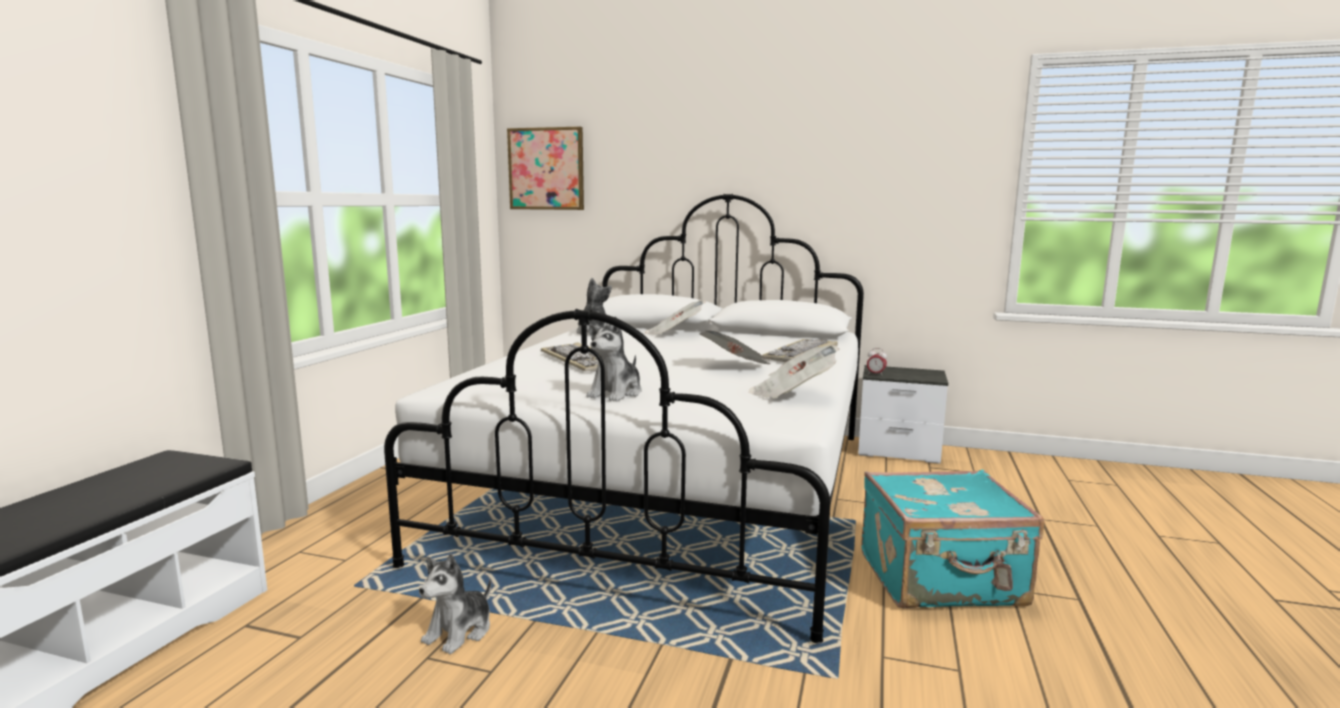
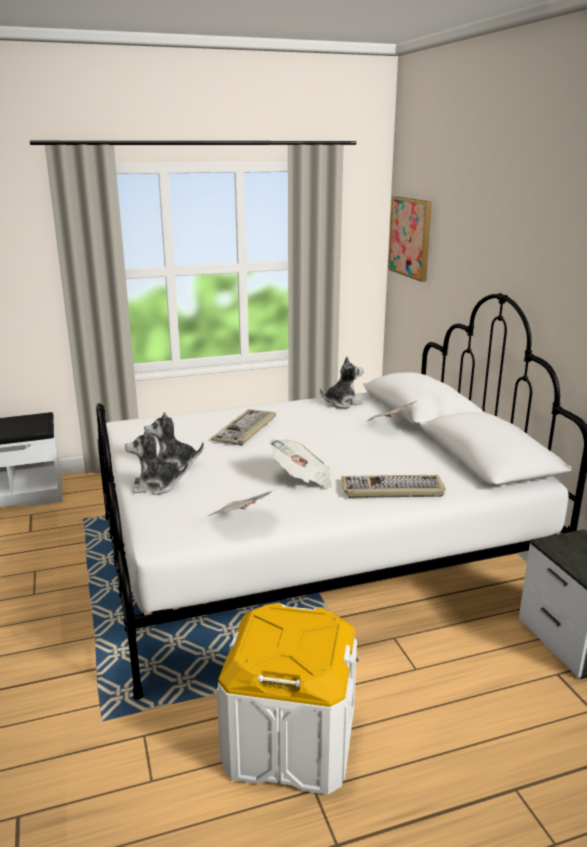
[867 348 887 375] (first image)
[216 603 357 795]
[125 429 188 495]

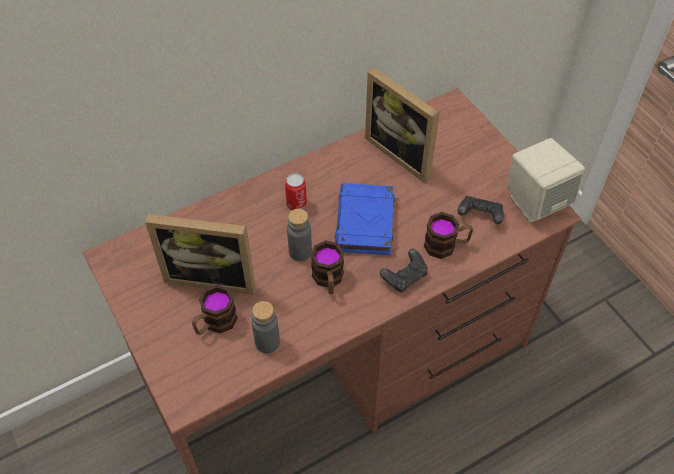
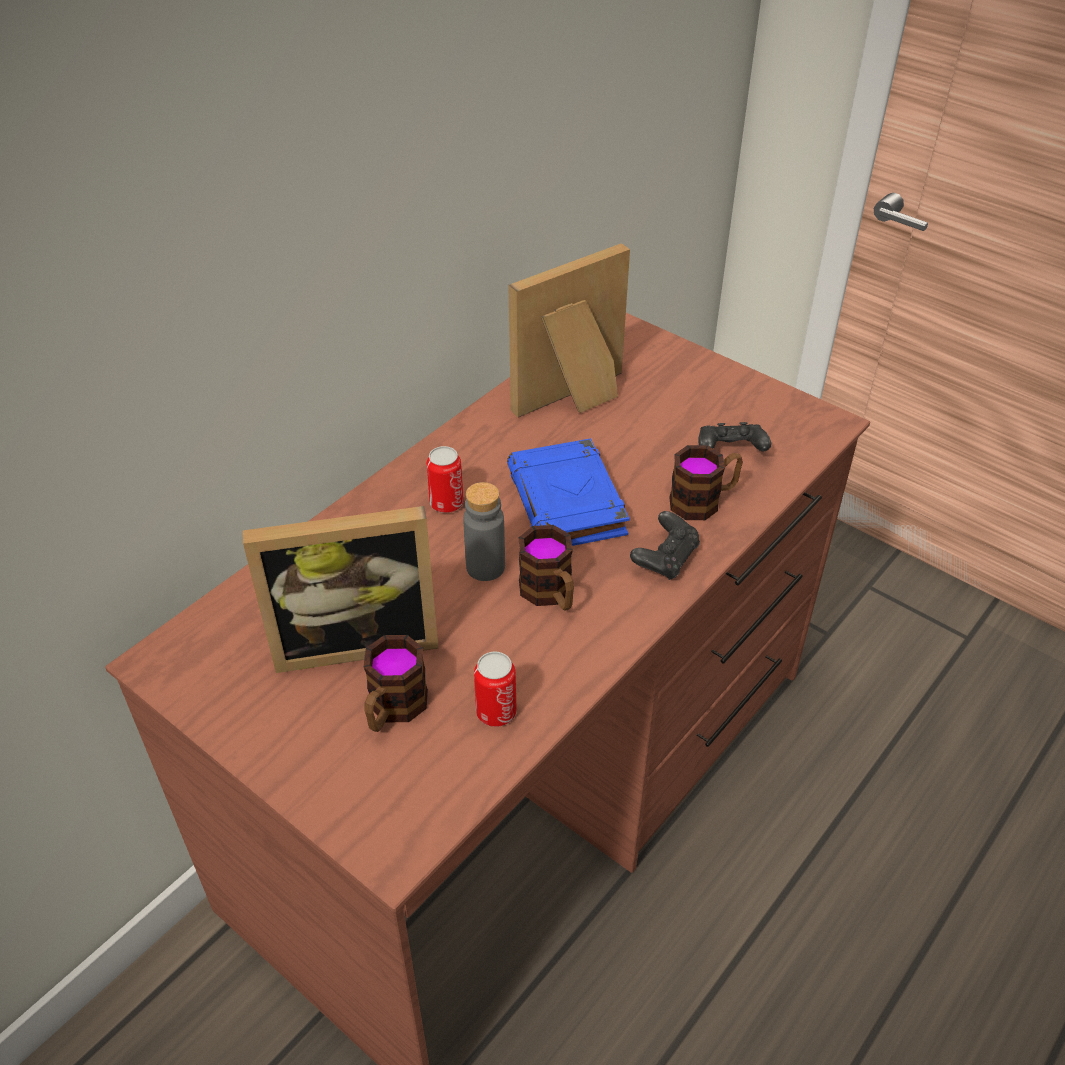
[508 243 630 417]
[507 138 585 223] (first image)
[474 652 517 727]

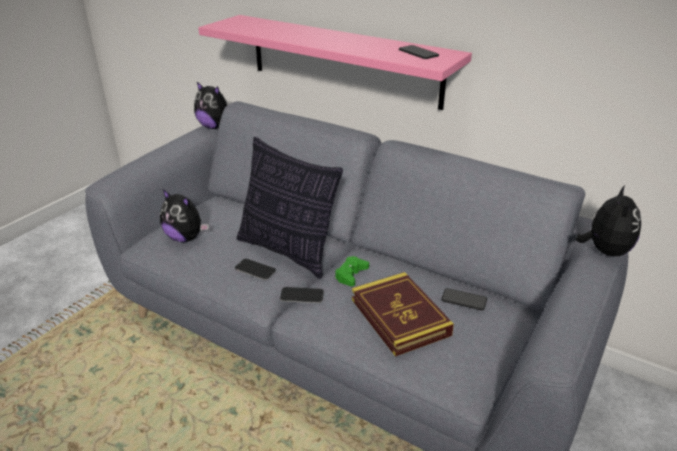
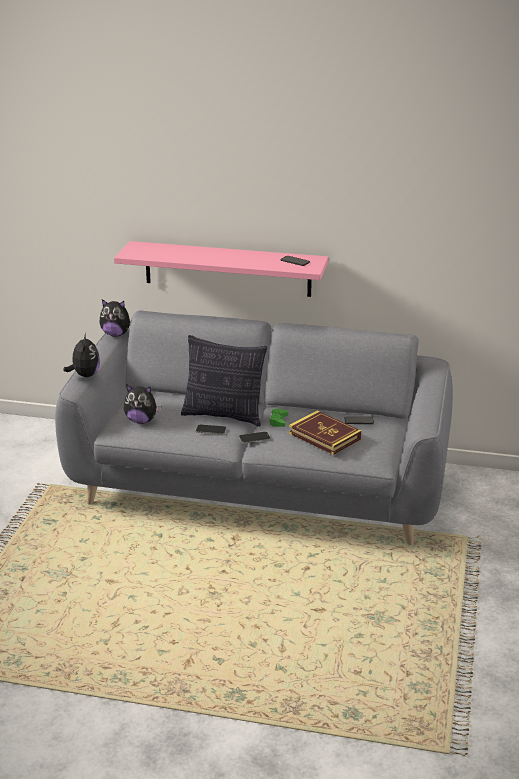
[63 333 100 377]

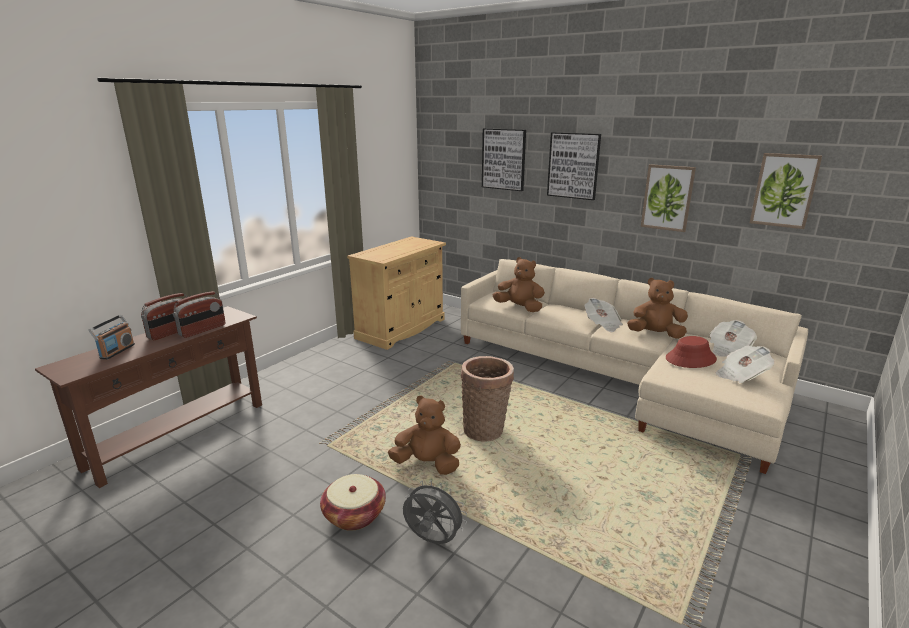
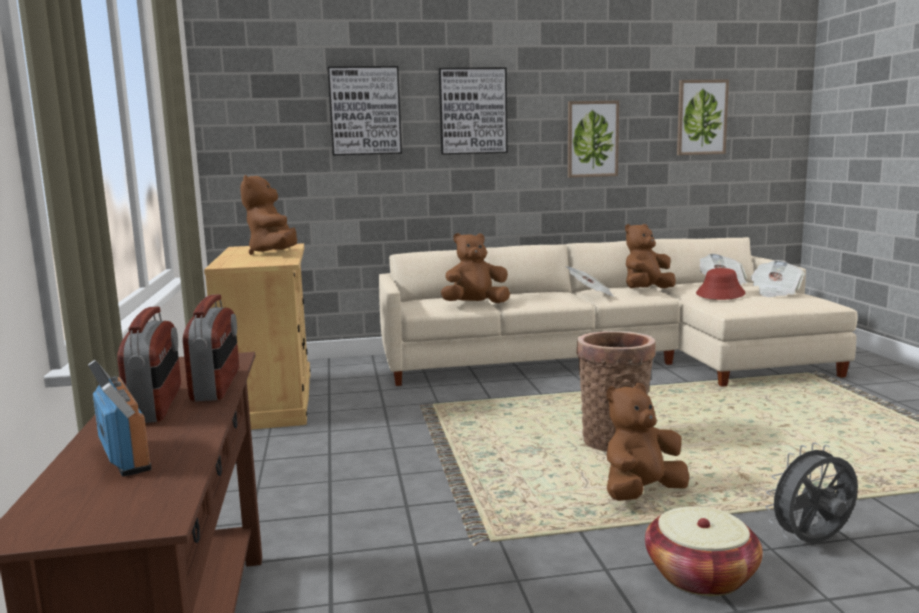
[240 175 297 255]

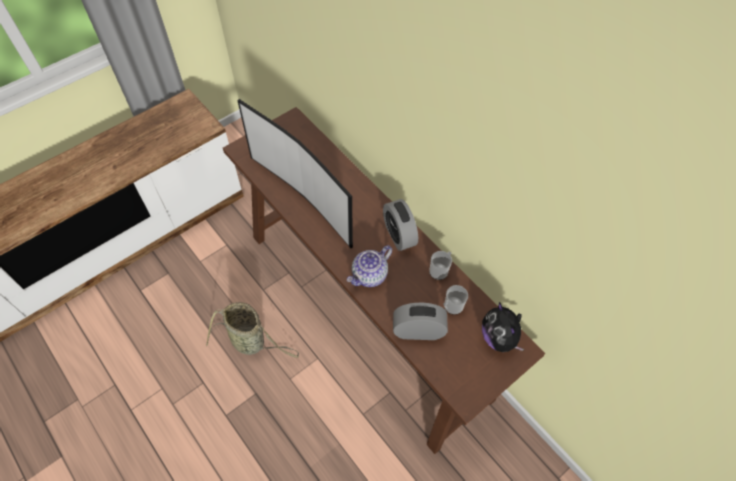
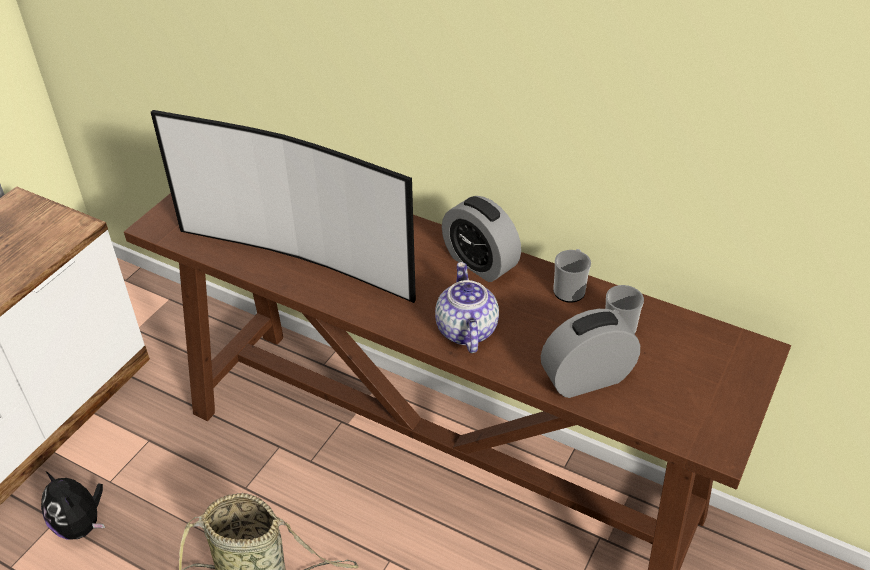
[435 262 499 353]
[41 471 105 540]

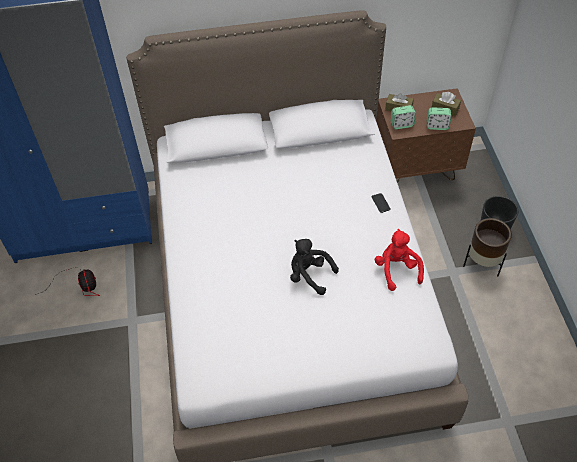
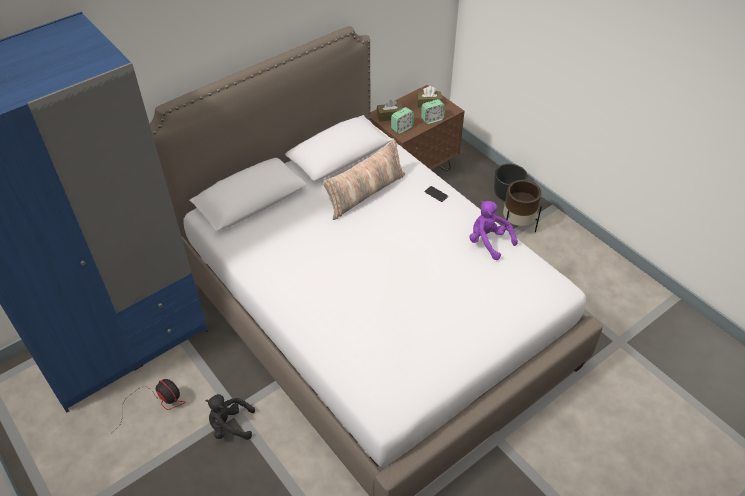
[469 201 518 260]
[205 394 255 440]
[323 139 405 220]

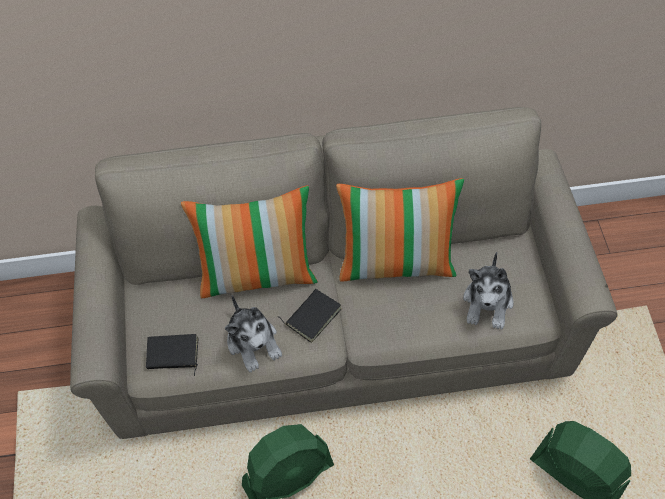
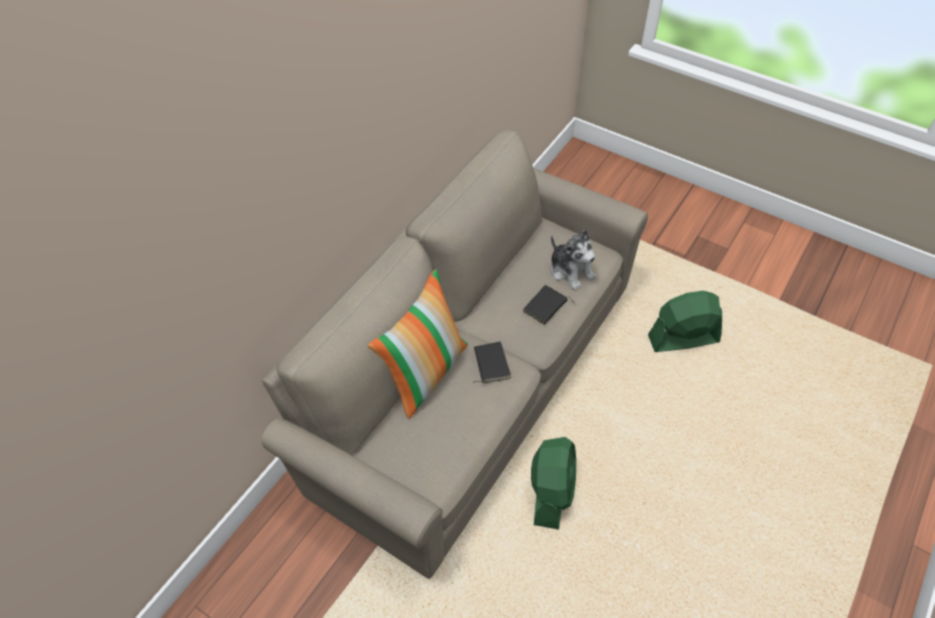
[336 178 464 282] (first image)
[225 295 282 372] (first image)
[523 285 575 325]

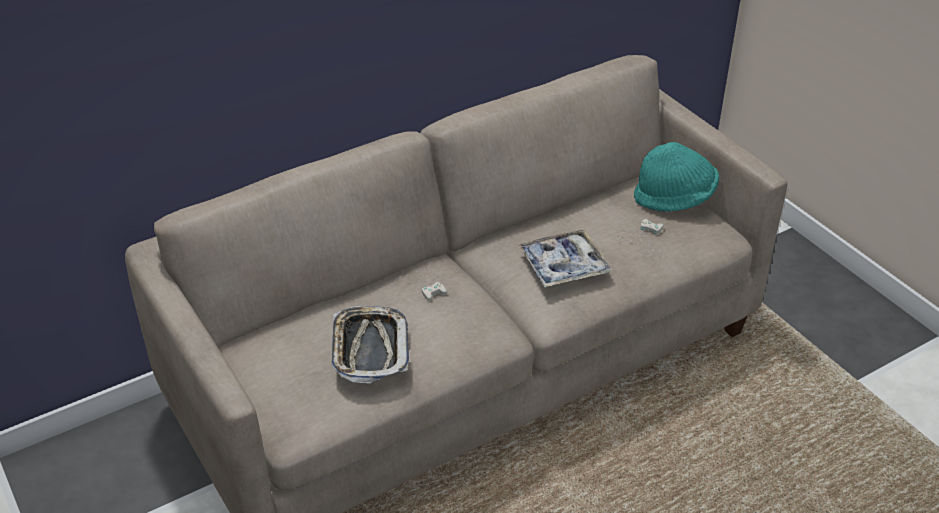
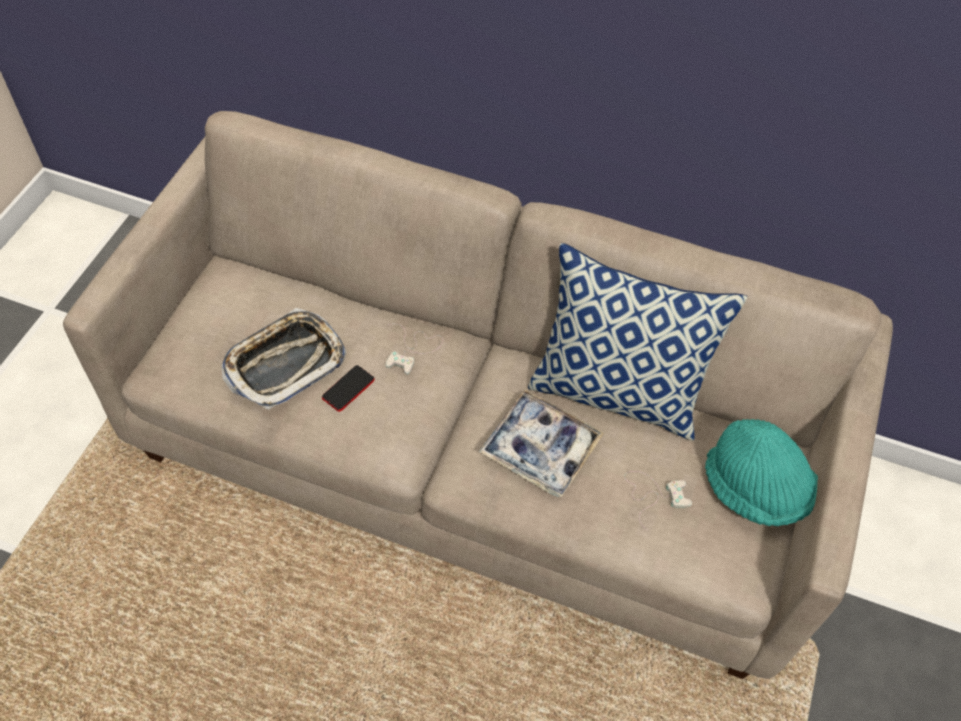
[528 243 747 441]
[322 365 374 412]

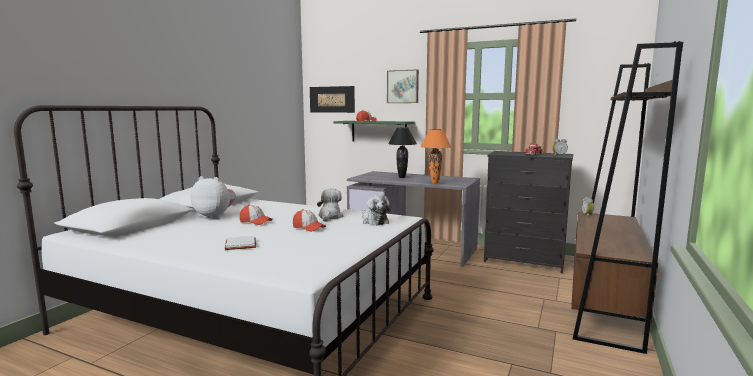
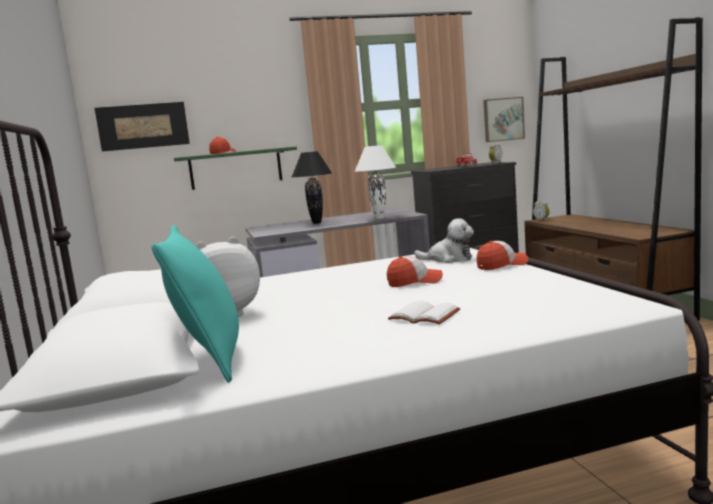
[483 97 525 142]
[355 145 396 219]
[317 189 344 222] (first image)
[476 241 529 270]
[151 225 239 383]

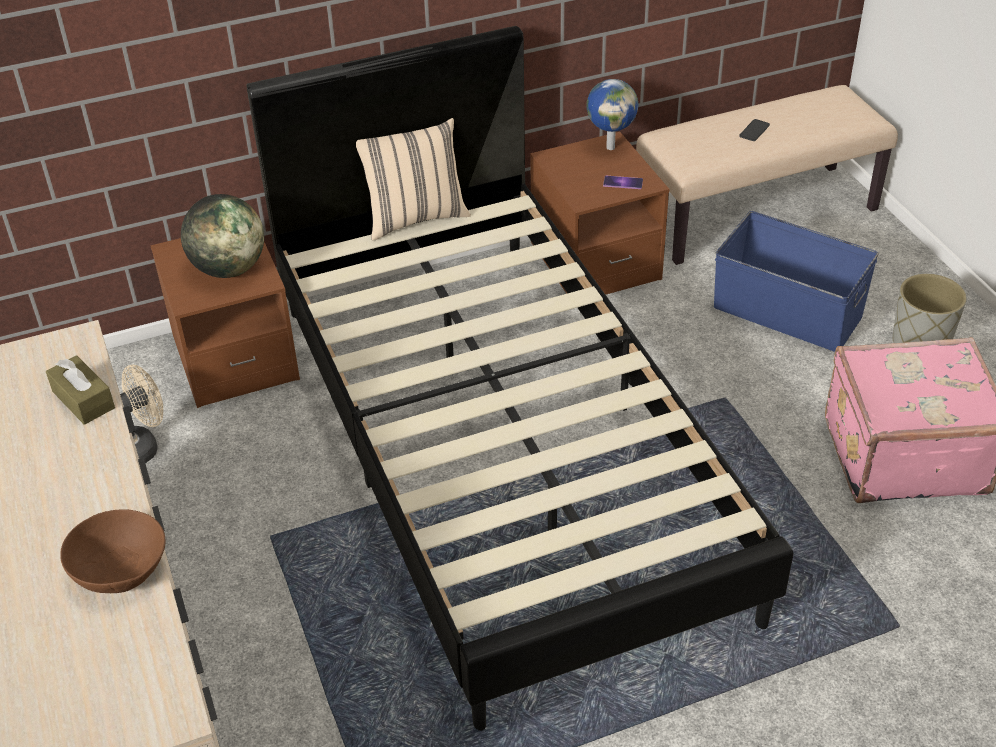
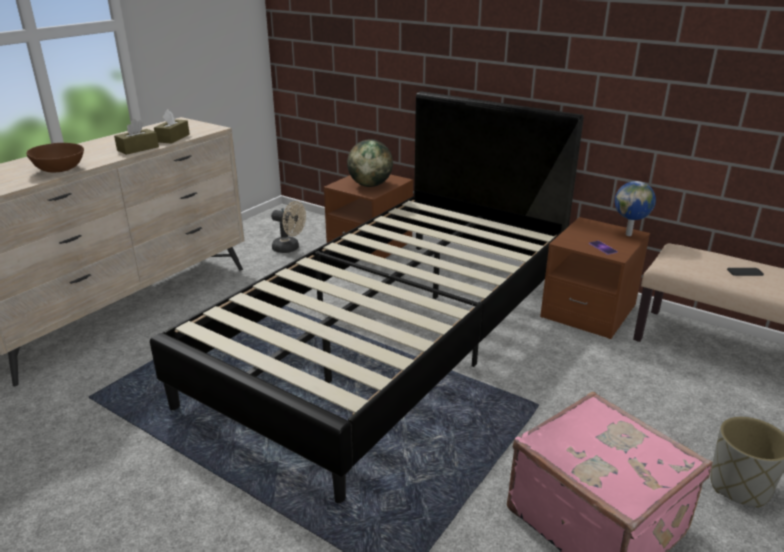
[356 118 471 241] (first image)
[714 211 879 352] (first image)
[114 119 159 155]

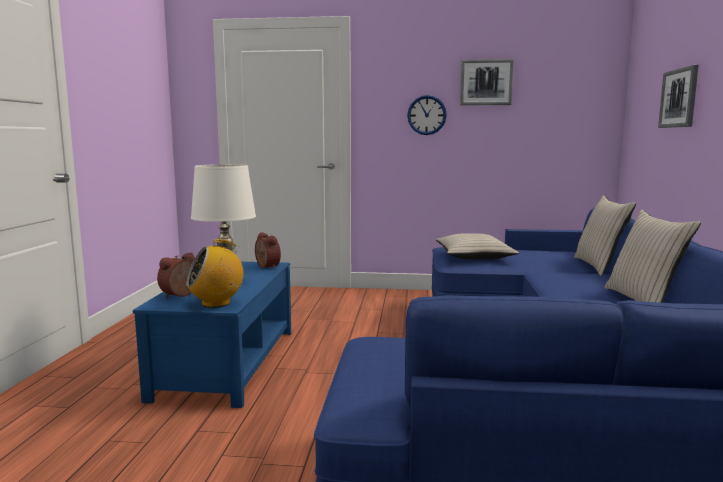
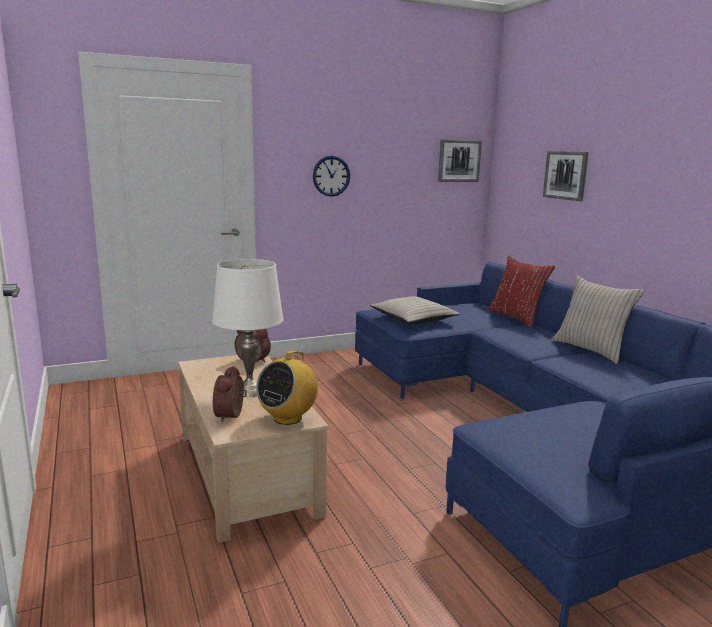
[438 140 482 182]
[488 256 555 328]
[178 355 328 543]

